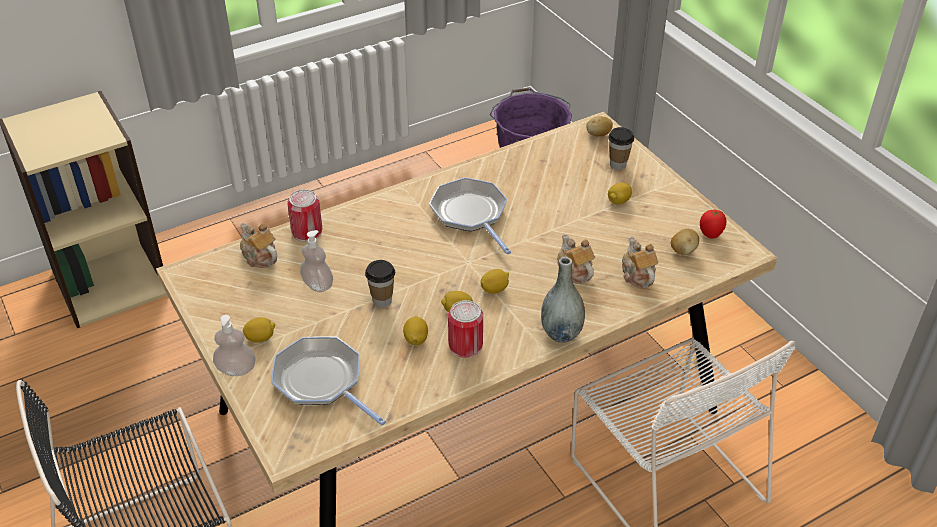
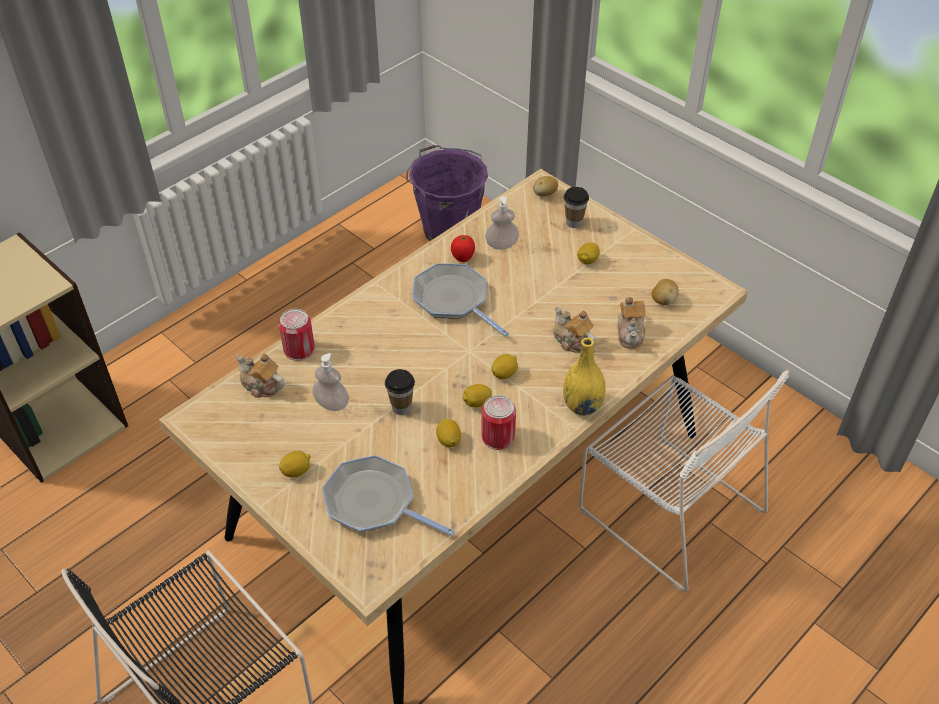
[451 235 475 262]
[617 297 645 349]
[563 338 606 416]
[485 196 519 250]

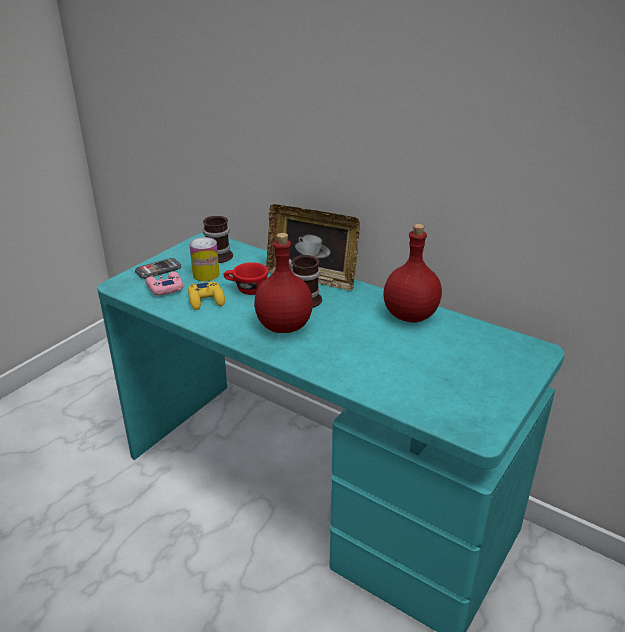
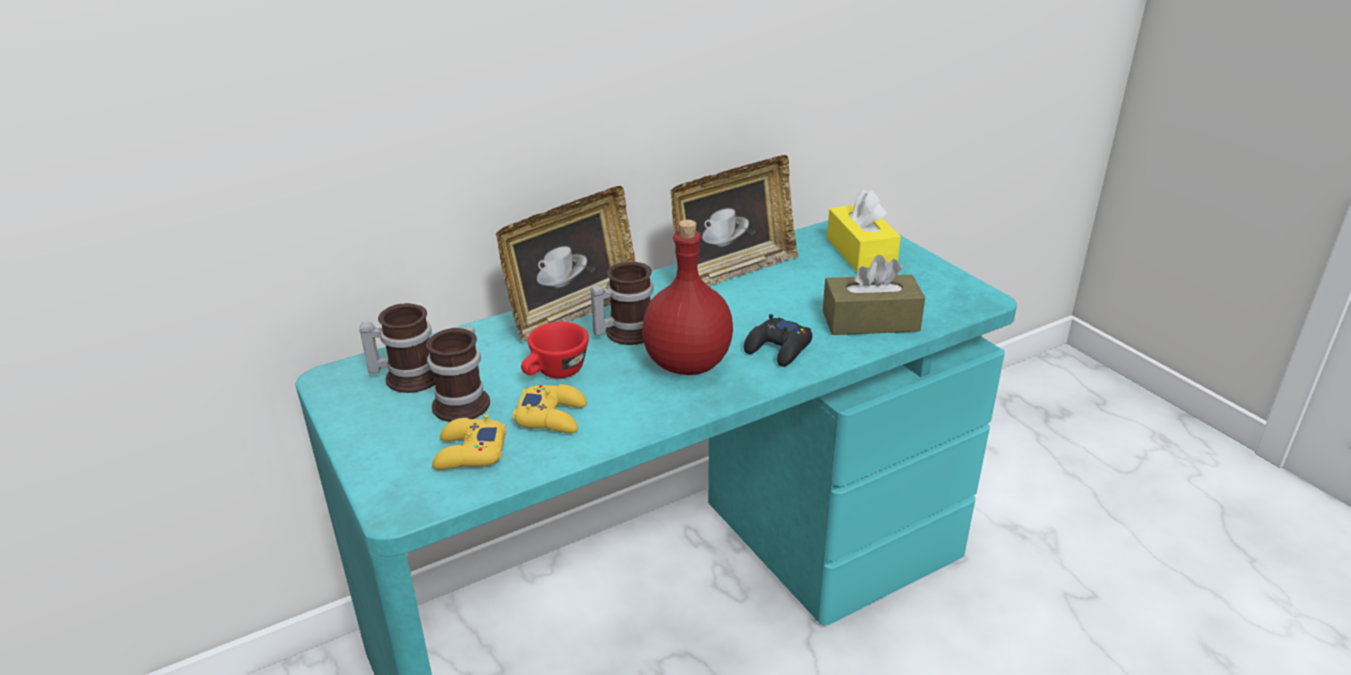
[670 155 798 286]
[426 327 490 422]
[135 258 181 279] (first image)
[432 414 506 470]
[827 189 901 272]
[823 255 925 335]
[744 314 813 367]

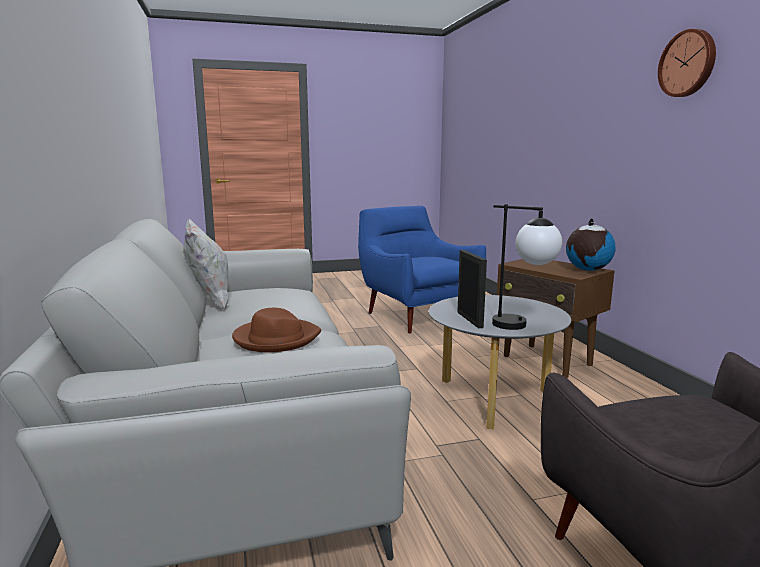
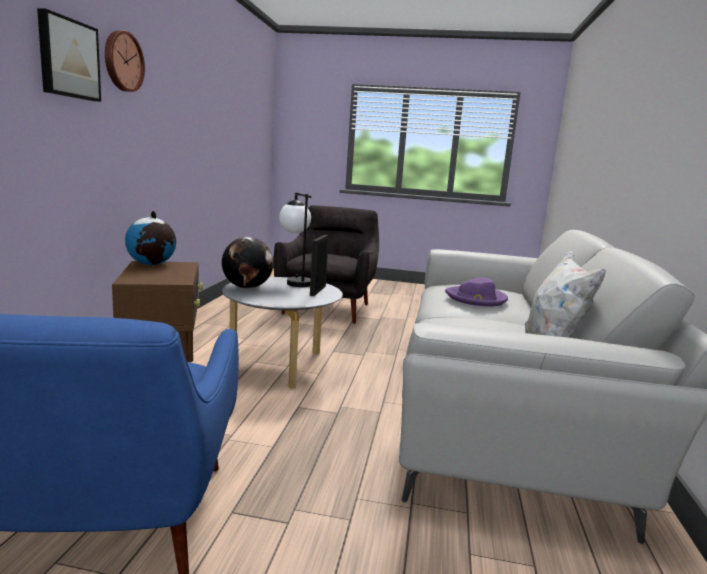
[445 278 508 306]
[37 8 101 102]
[222 237 274 288]

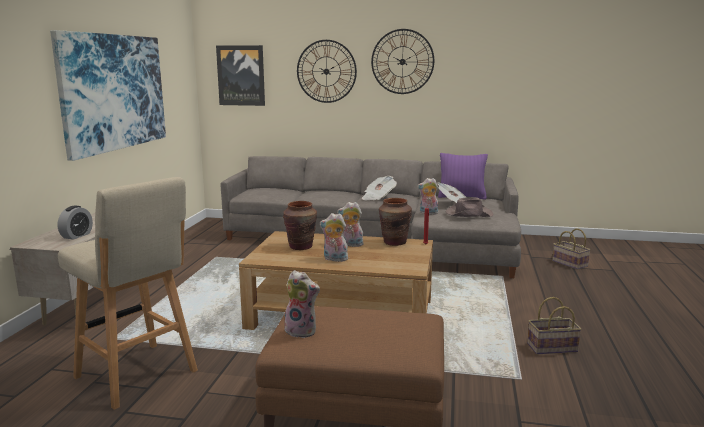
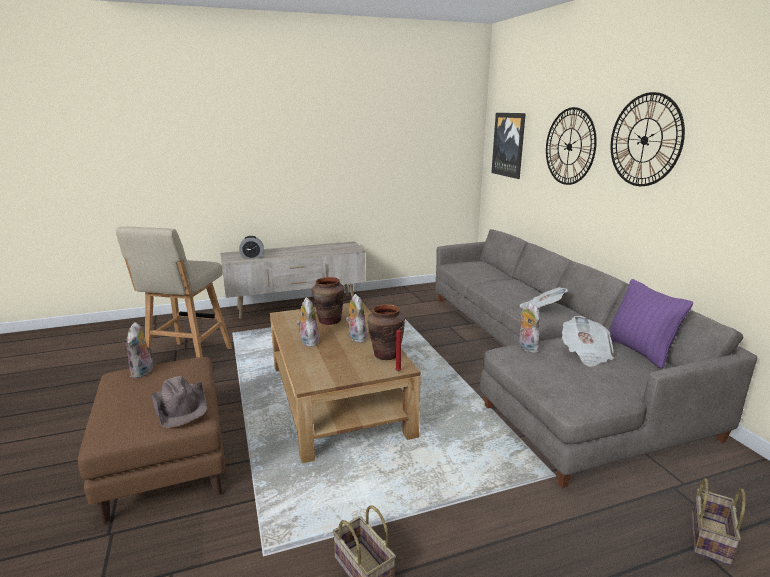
[50 30 166 161] (first image)
[151 376 207 428]

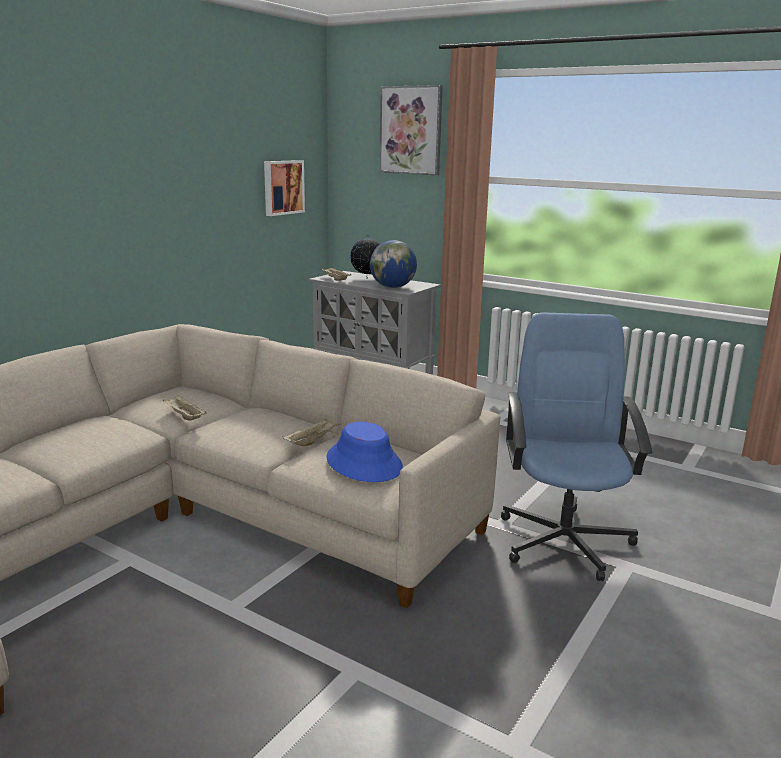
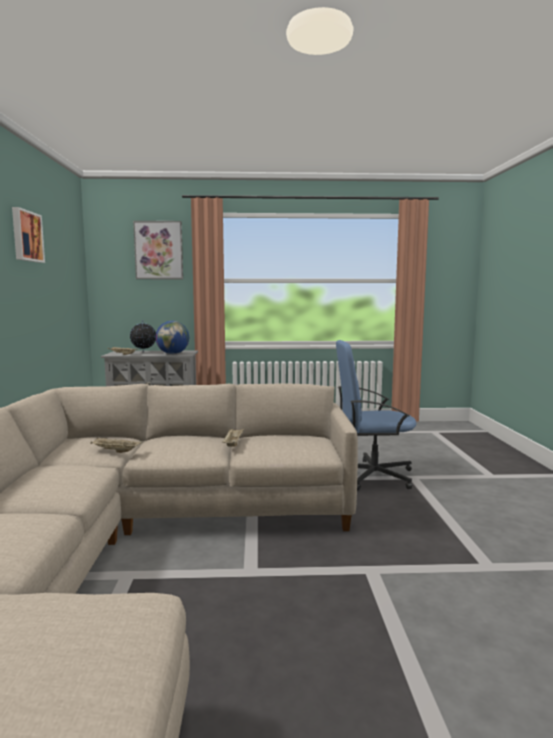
[12 207 45 263]
[336 340 416 490]
[326 421 403 482] (first image)

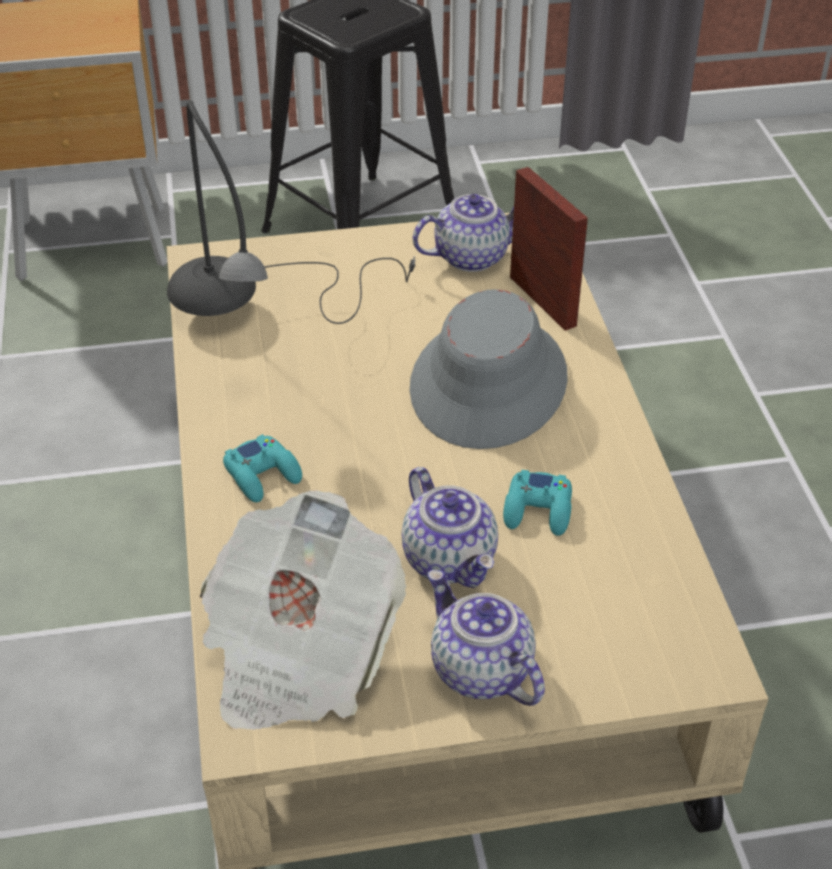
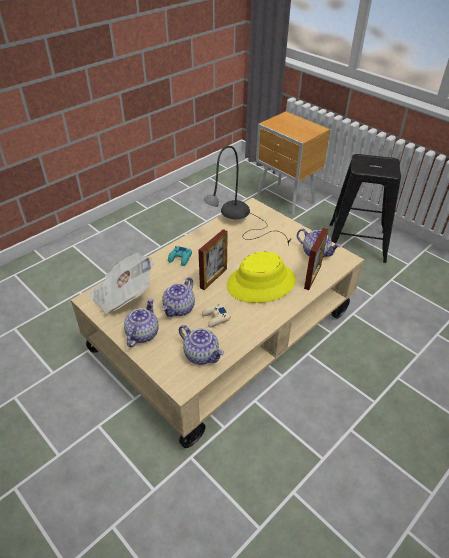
[227 252 296 303]
[202 303 231 328]
[198 229 228 290]
[179 325 224 365]

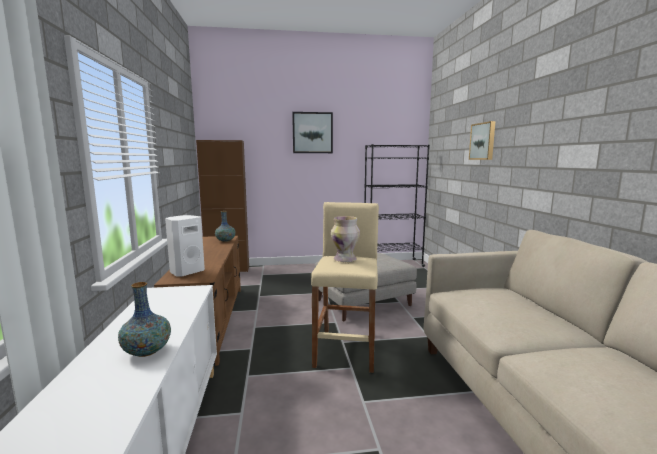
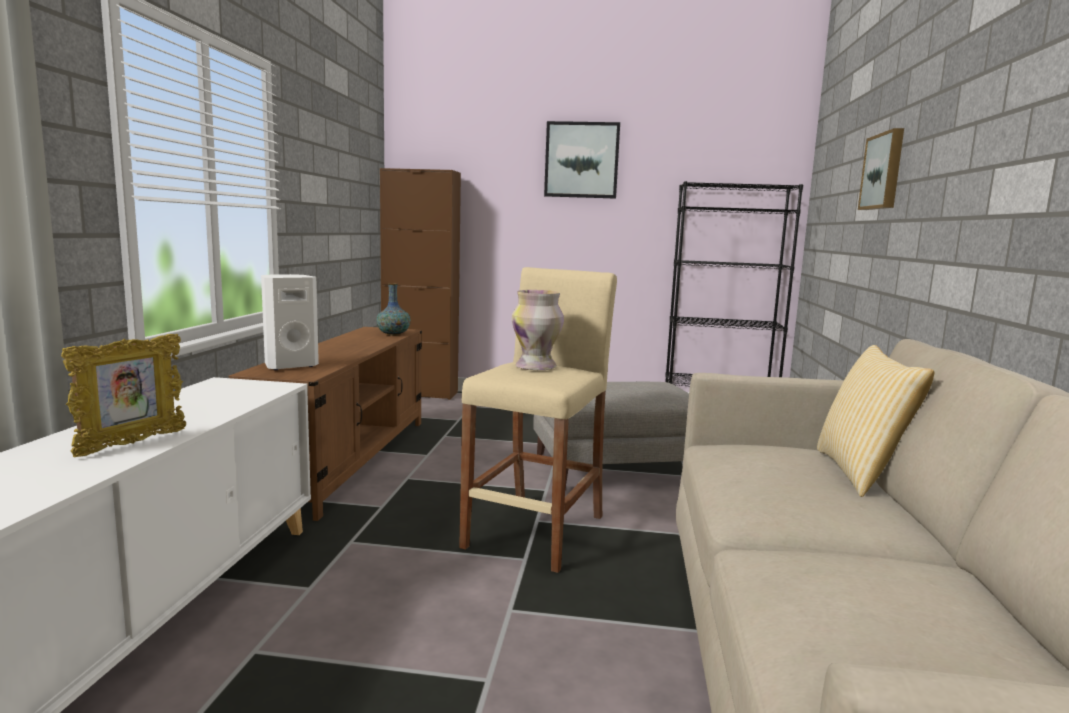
[61 334 186 457]
[817 345 934 497]

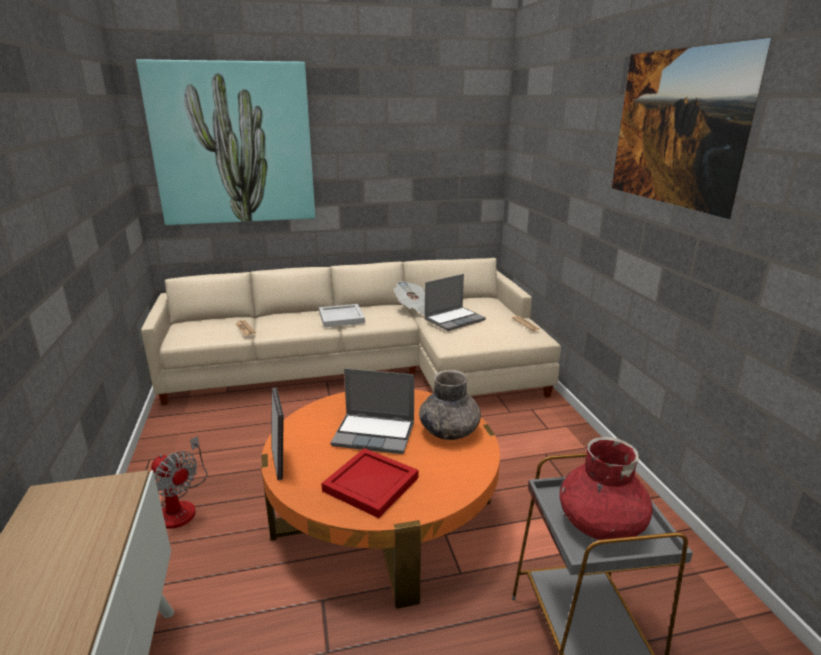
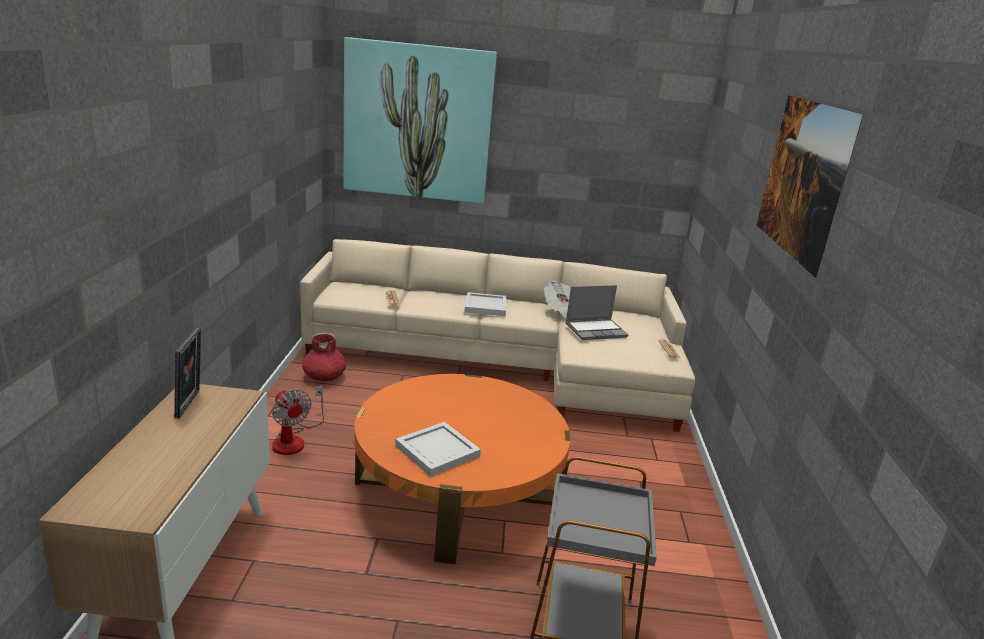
[331 368 414 454] (first image)
[419 370 481 440] (first image)
[174 328 201 419]
[302 333 346 381]
[395 422 481 477]

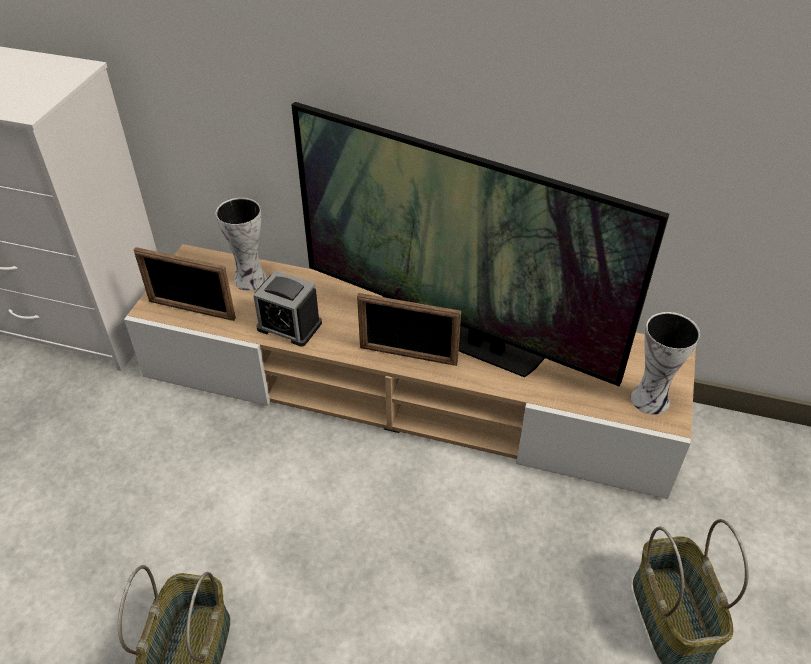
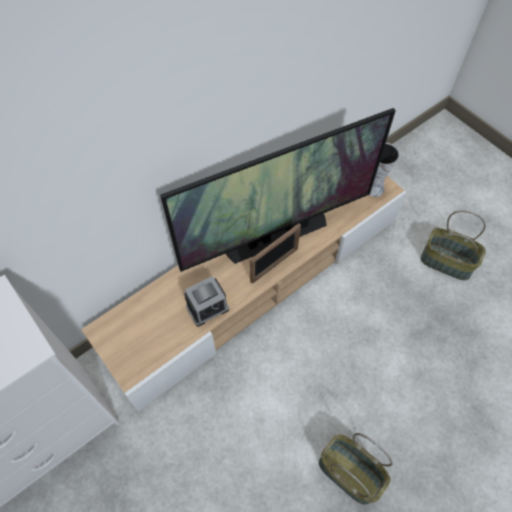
[216 198 267 291] (first image)
[134 247 236 321] (first image)

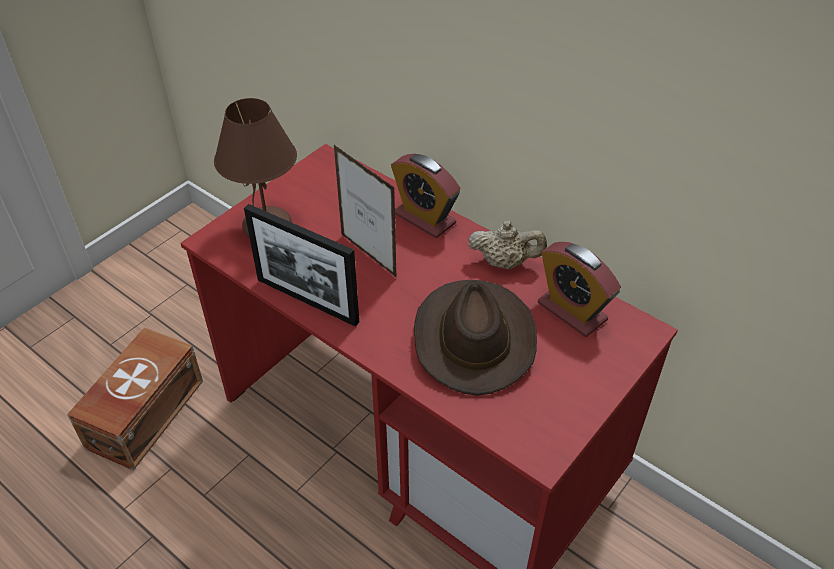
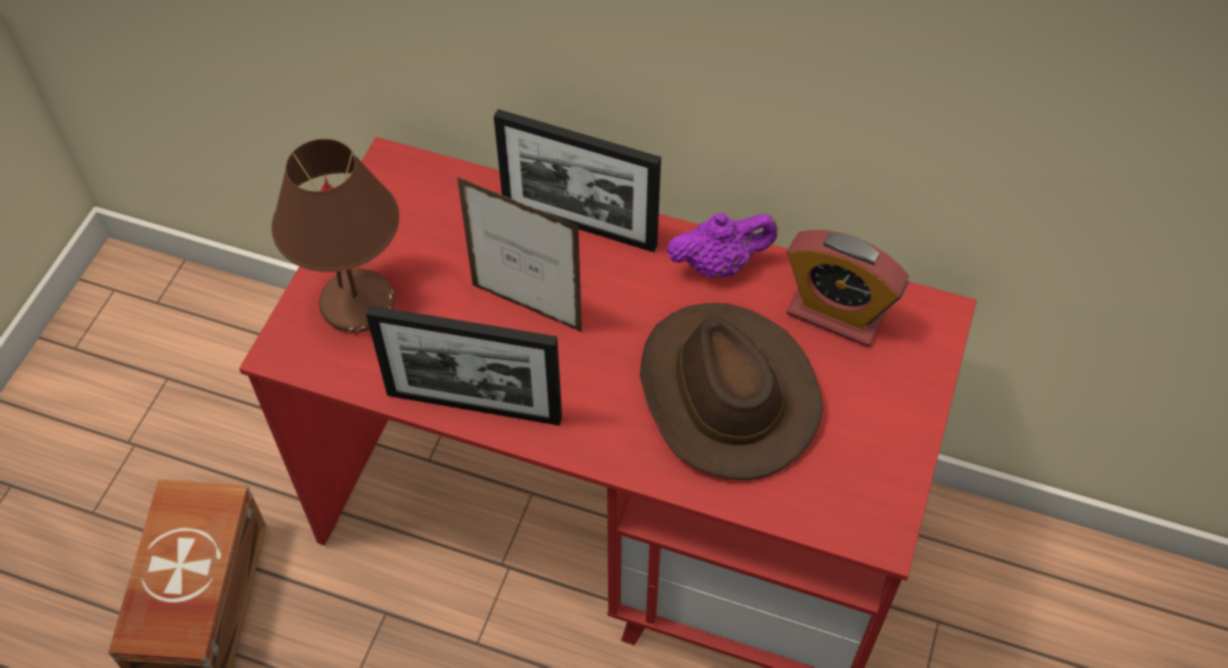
[494 109 661 252]
[667 212 777 277]

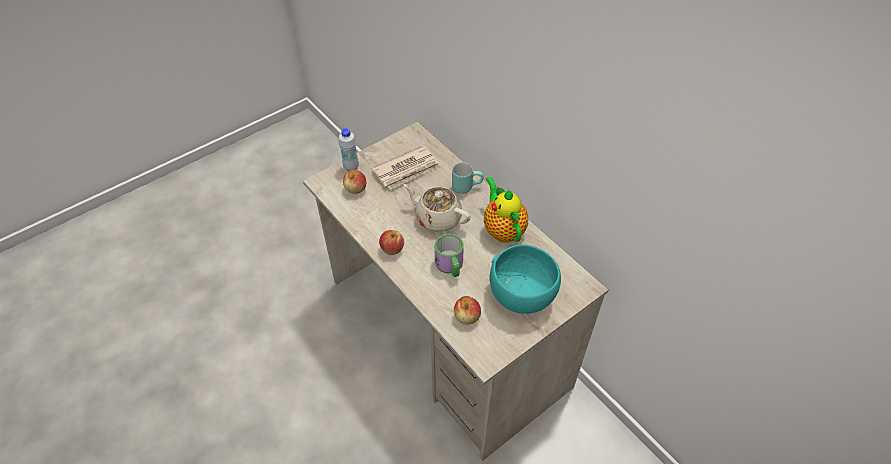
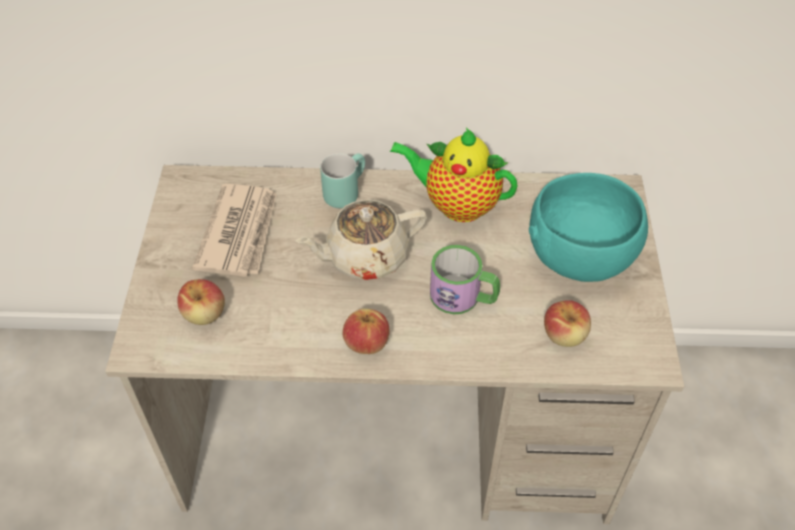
[339 128 359 171] (first image)

